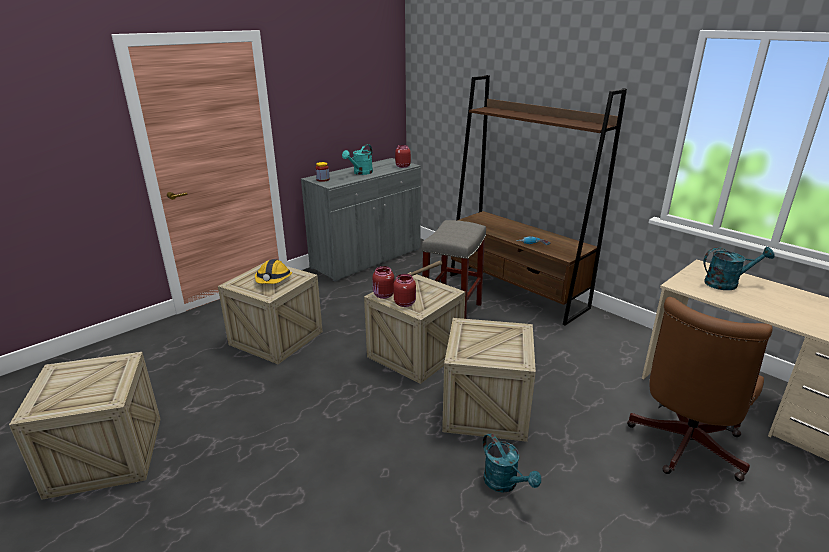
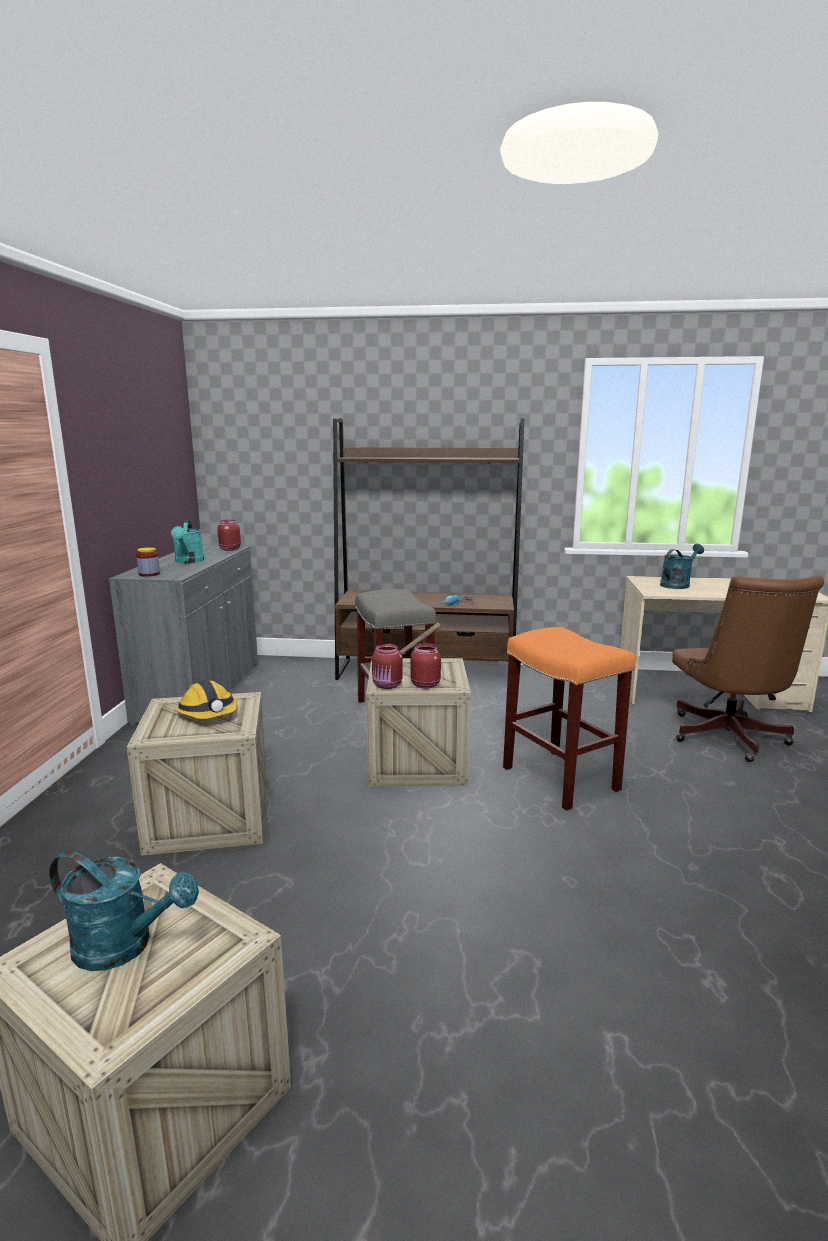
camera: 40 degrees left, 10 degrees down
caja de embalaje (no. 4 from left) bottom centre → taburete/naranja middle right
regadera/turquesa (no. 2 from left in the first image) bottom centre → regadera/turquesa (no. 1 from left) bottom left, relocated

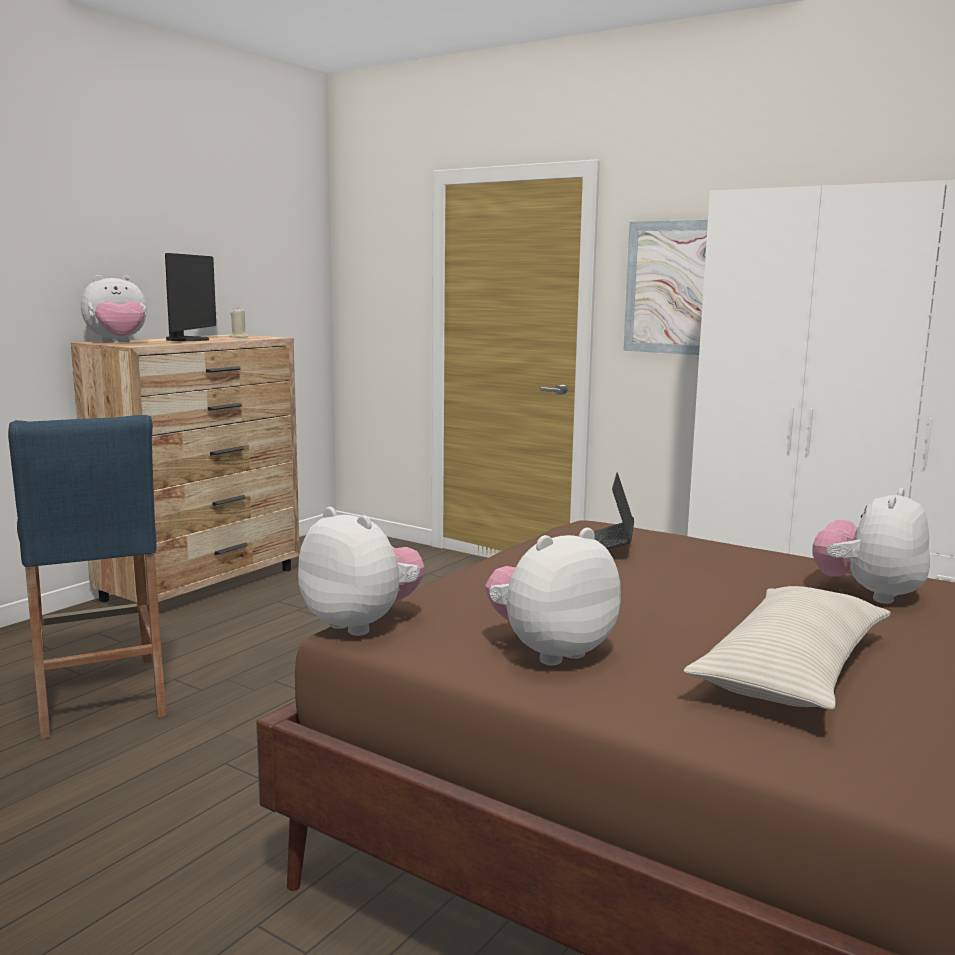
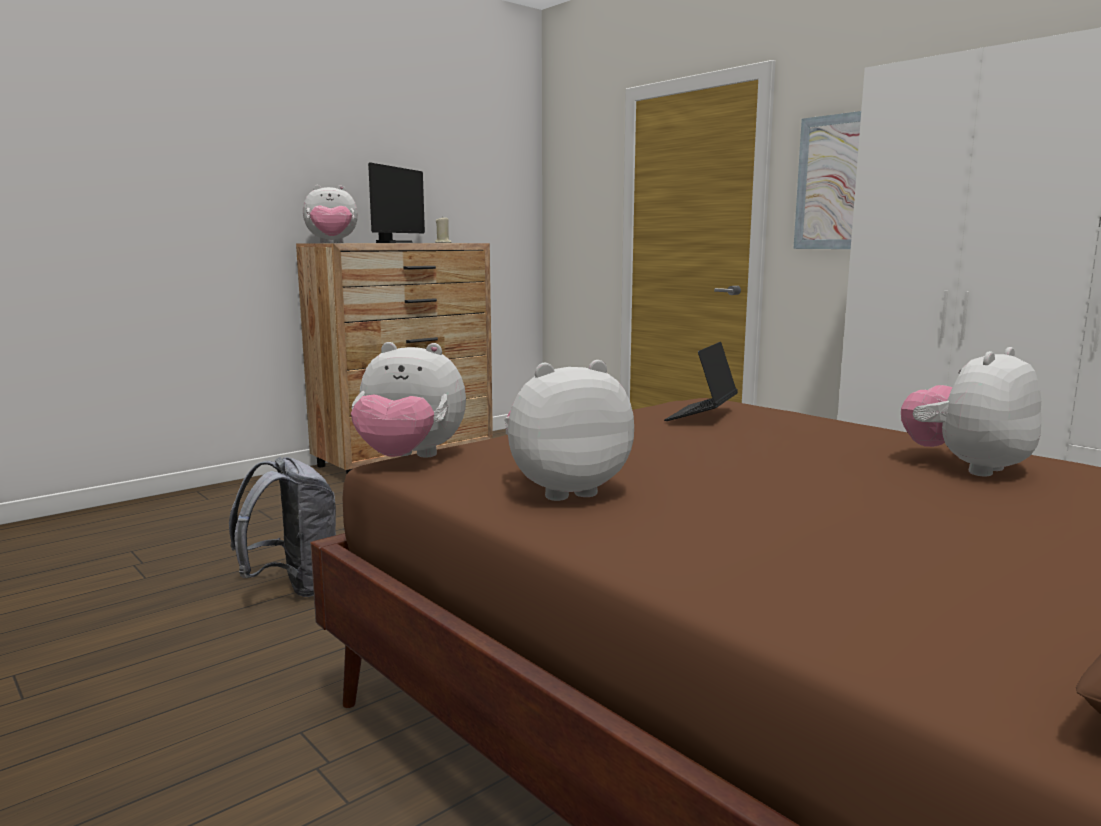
camera: 15 degrees right, 0 degrees up
taburete/azul middle left → -
peluche (no. 2 from left) centre, 135 degrees clockwise
cojín/beis bottom right → -
- → mochila/gris middle left

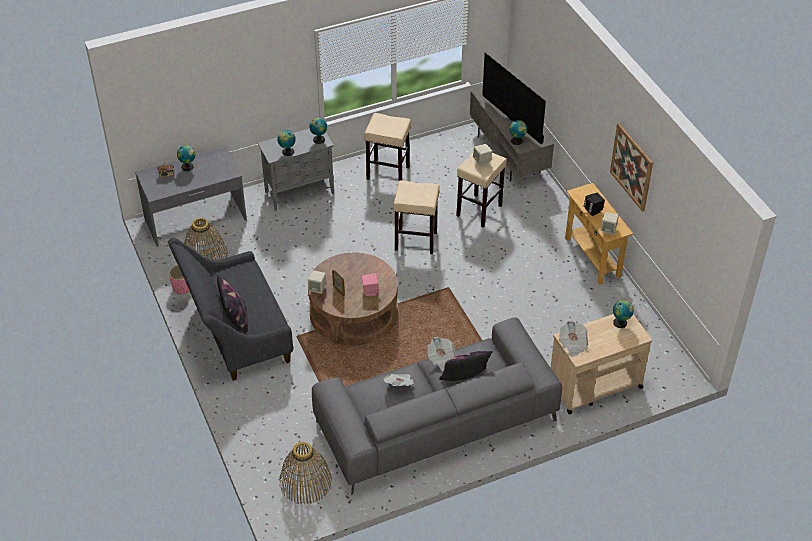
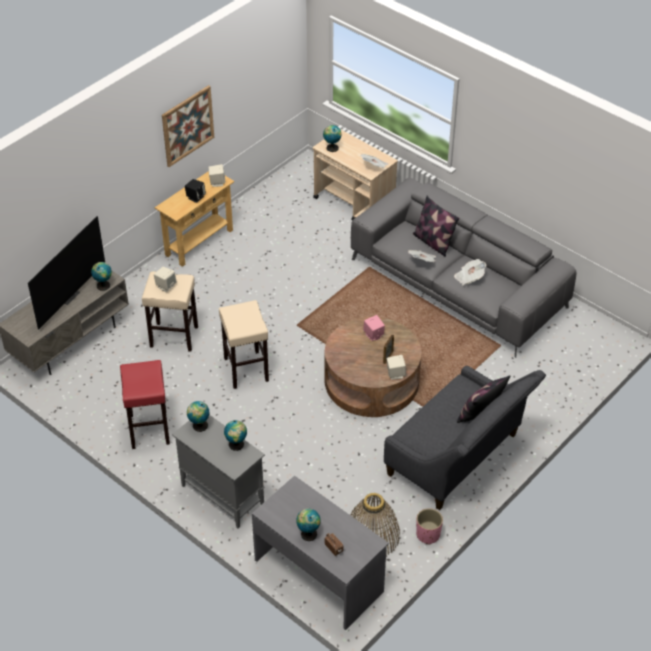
camera: 115 degrees left, 0 degrees up
cesta (no. 2 from left) bottom centre → -
taburete/beis (no. 1 from left) top centre → taburete/rojo middle left

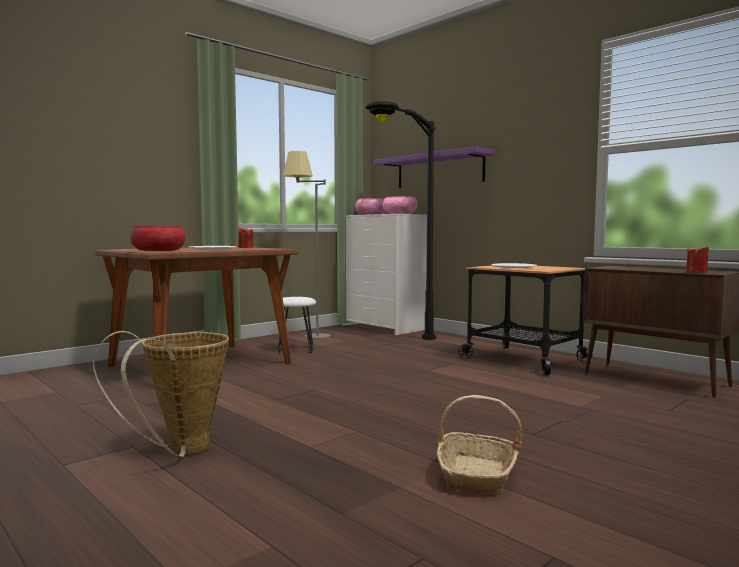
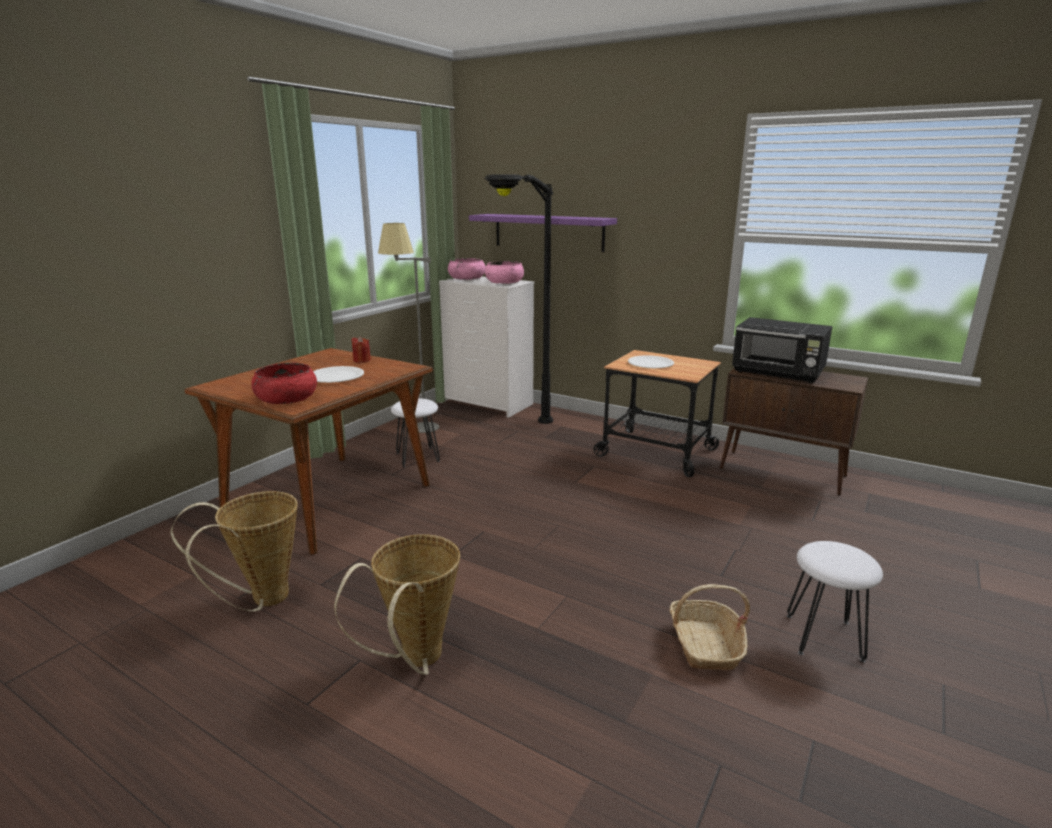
camera: 15 degrees left, 15 degrees up
vela/rojo (no. 2 from left) middle right → -
- → cesta (no. 1 from left) middle left
- → microondas/negro middle right
- → taburete/blanco (no. 2 from left) bottom right

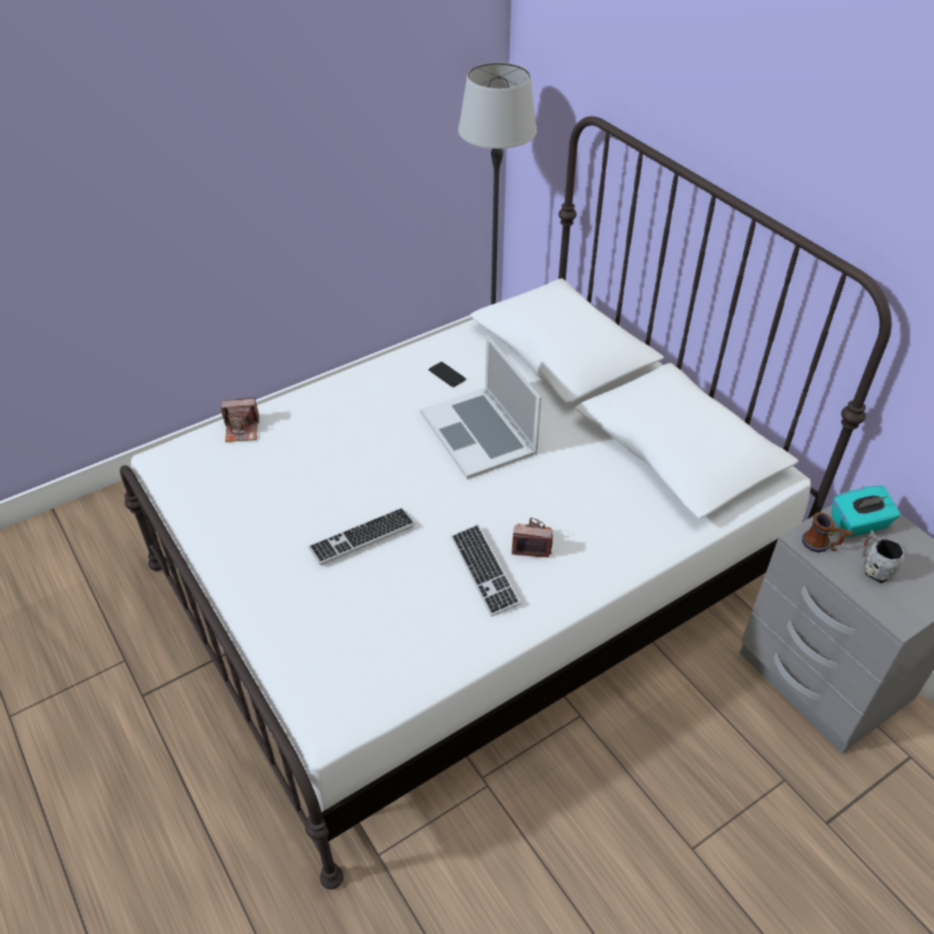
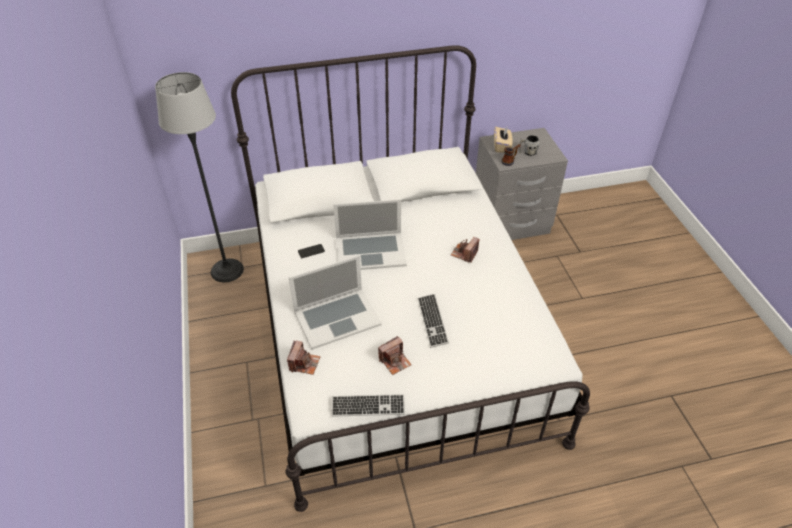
camera: 70 degrees left, 0 degrees up
teclado (no. 2 from left in the first image) centre → teclado (no. 1 from left) bottom centre, relocated
caja de pañuelos/turquesa middle right → caja de pañuelos/beis top centre
- → portátil (no. 1 from left) centre
- → cámara (no. 2 from left) bottom centre

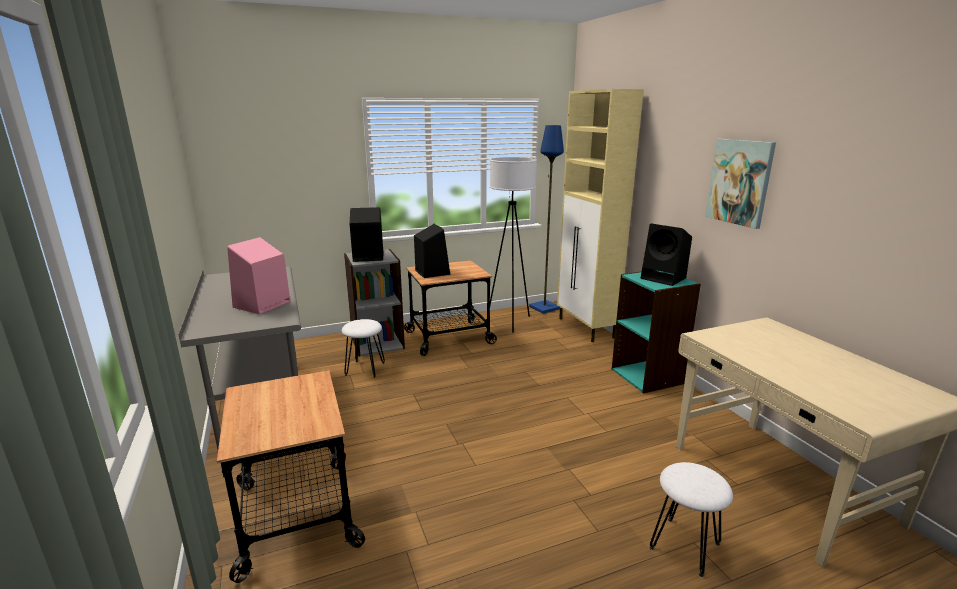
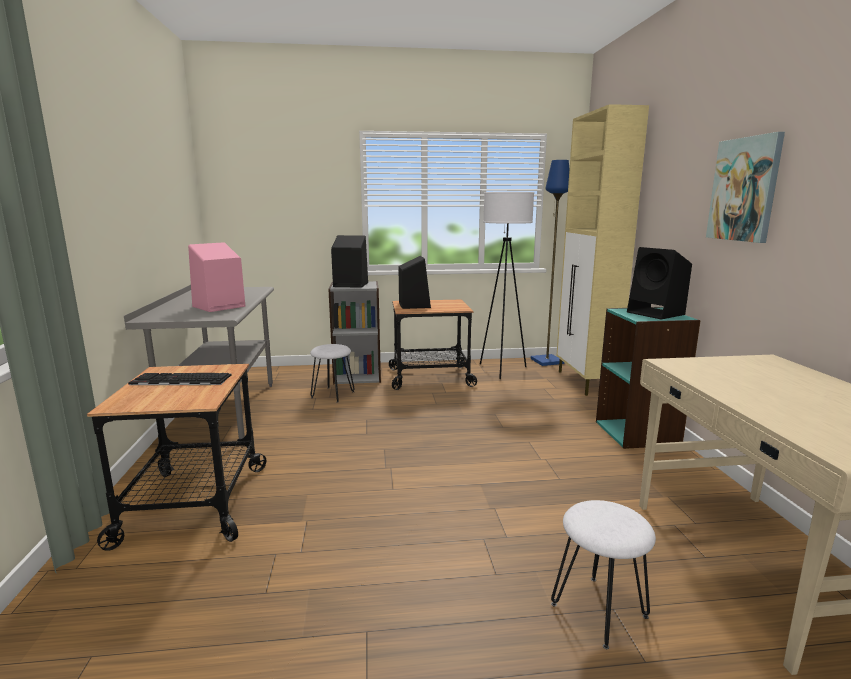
camera: 15 degrees right, 5 degrees down
- → teclado middle left

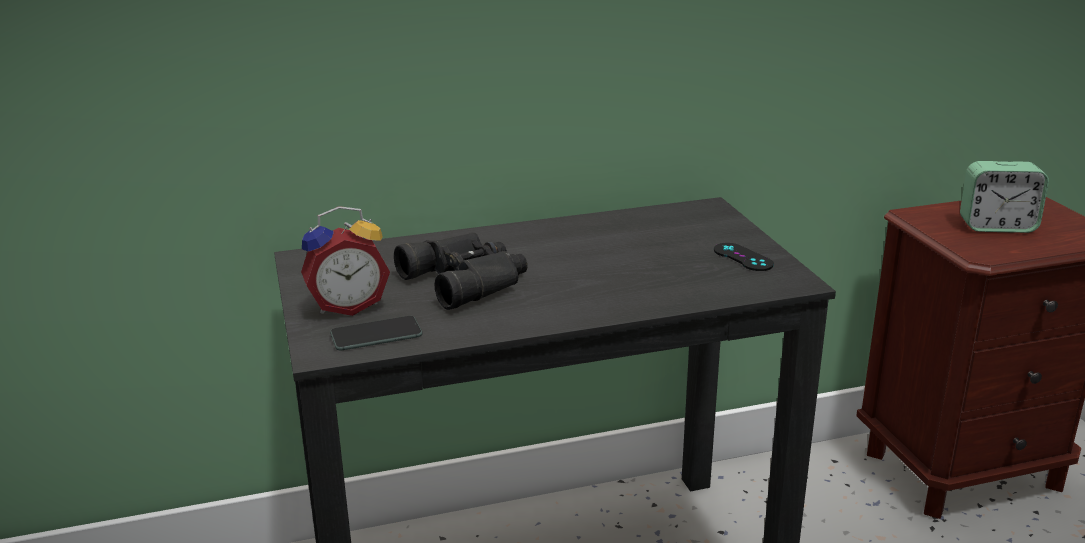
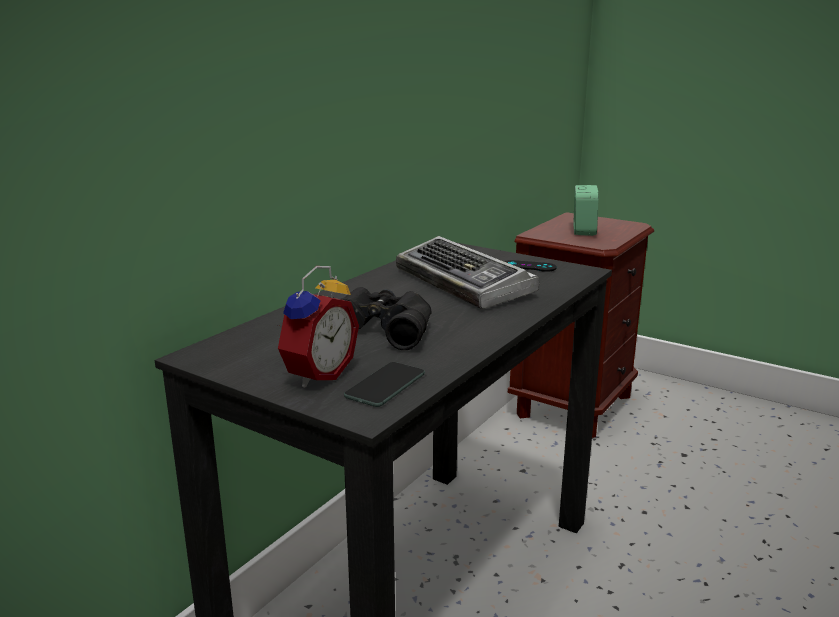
camera: 40 degrees left, 5 degrees down
despertador (no. 2 from left) middle right, 45 degrees counterclockwise
- → teclado centre

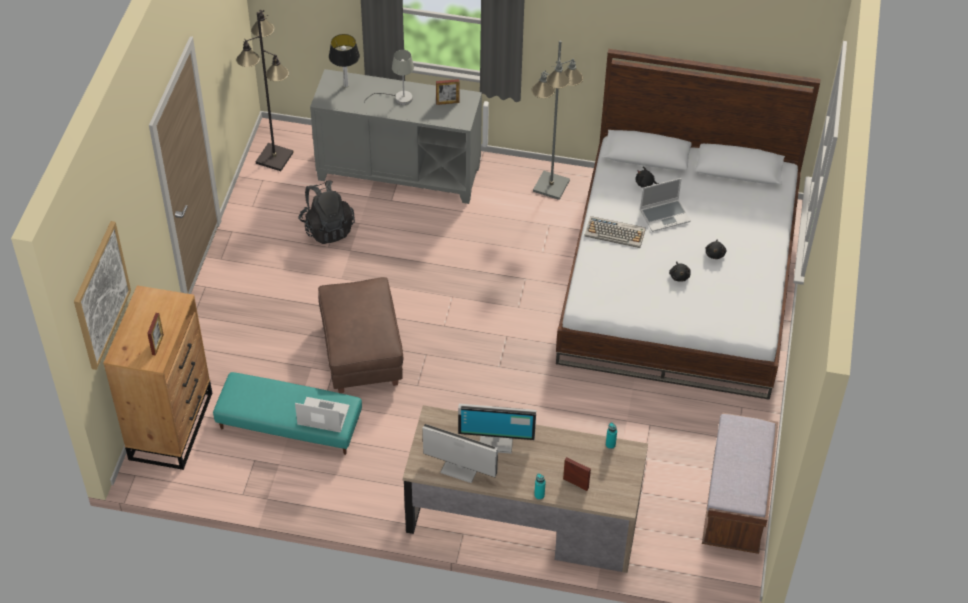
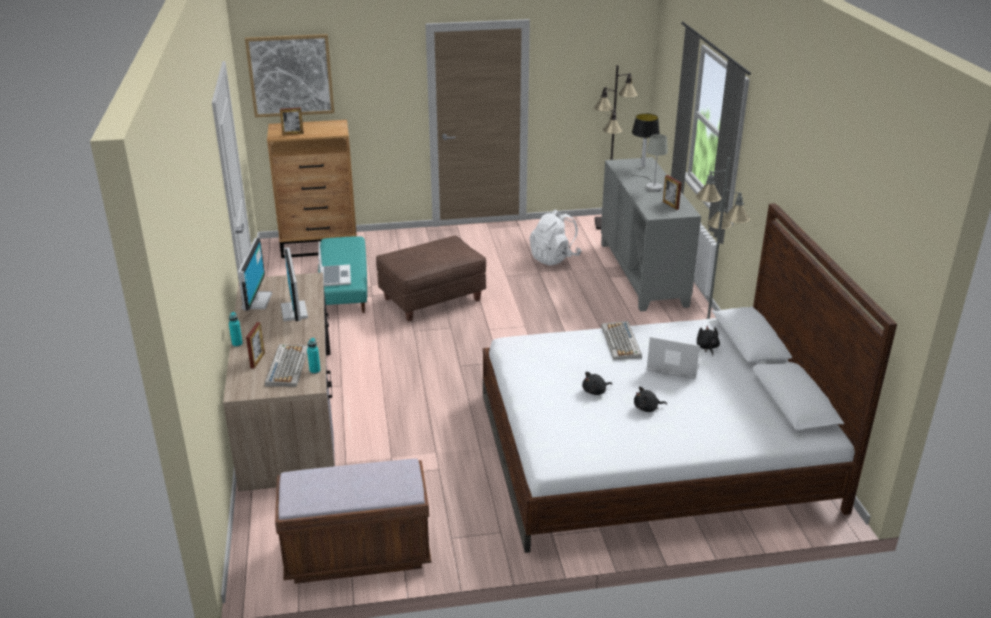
camera: 70 degrees right, 20 degrees down
mochila/negro centre → mochila/blanco centre
portátil (no. 2 from left) middle right, 150 degrees clockwise
- → teclado (no. 1 from left) middle left

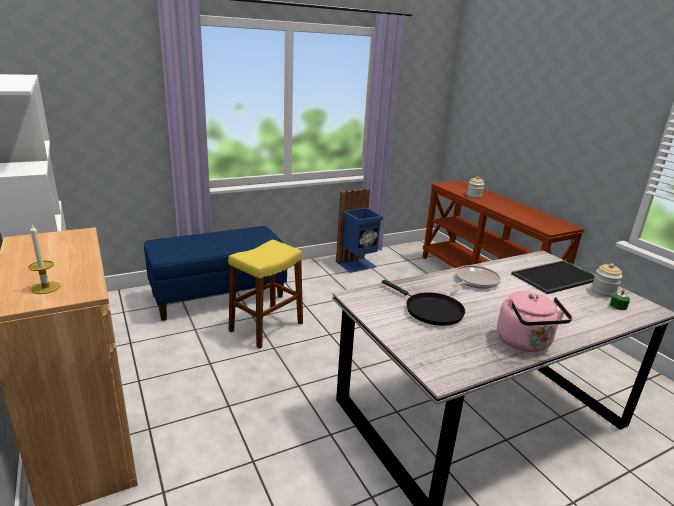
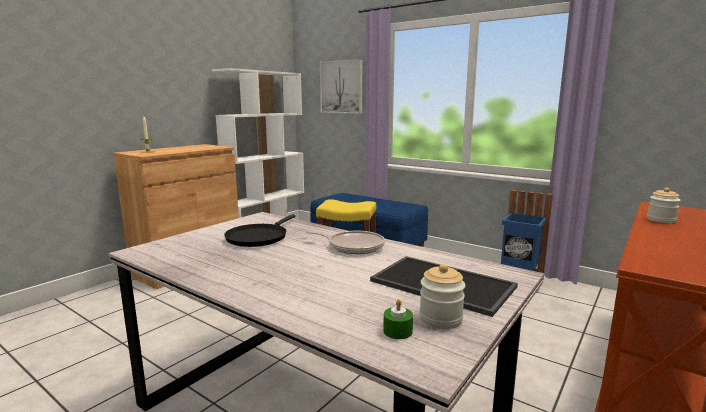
camera: 65 degrees right, 10 degrees down
hervidor/rosa middle right → -
- → cuadro top centre

